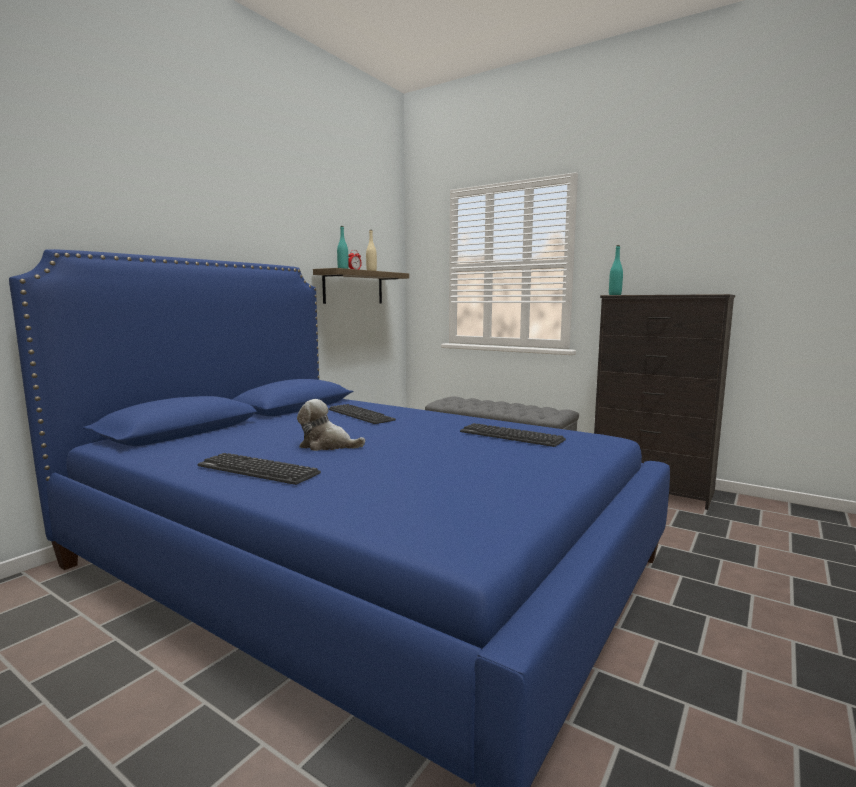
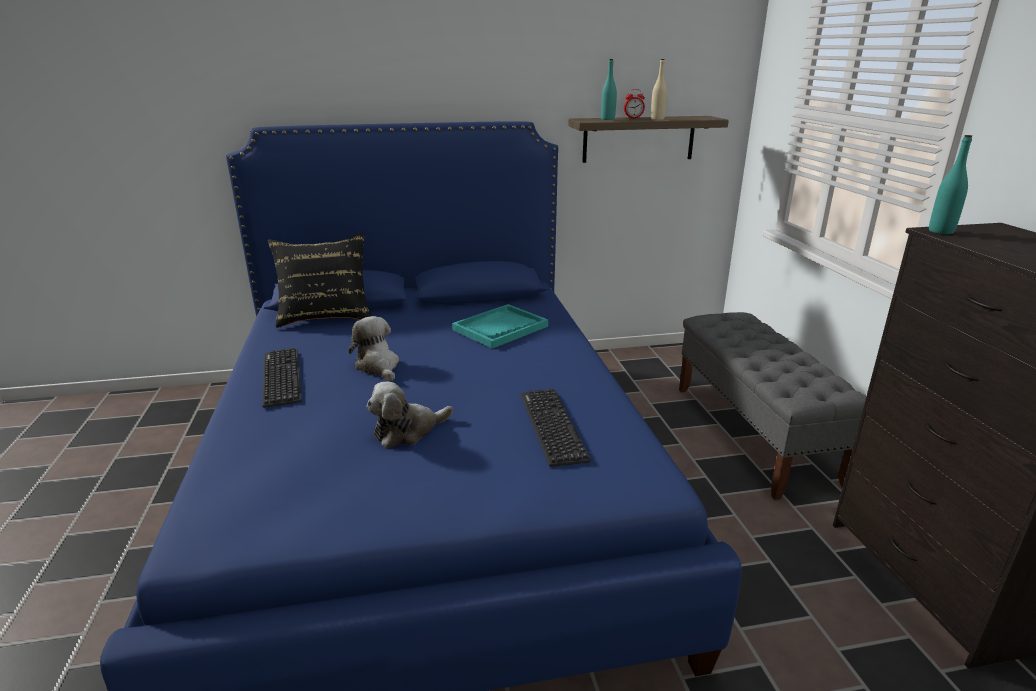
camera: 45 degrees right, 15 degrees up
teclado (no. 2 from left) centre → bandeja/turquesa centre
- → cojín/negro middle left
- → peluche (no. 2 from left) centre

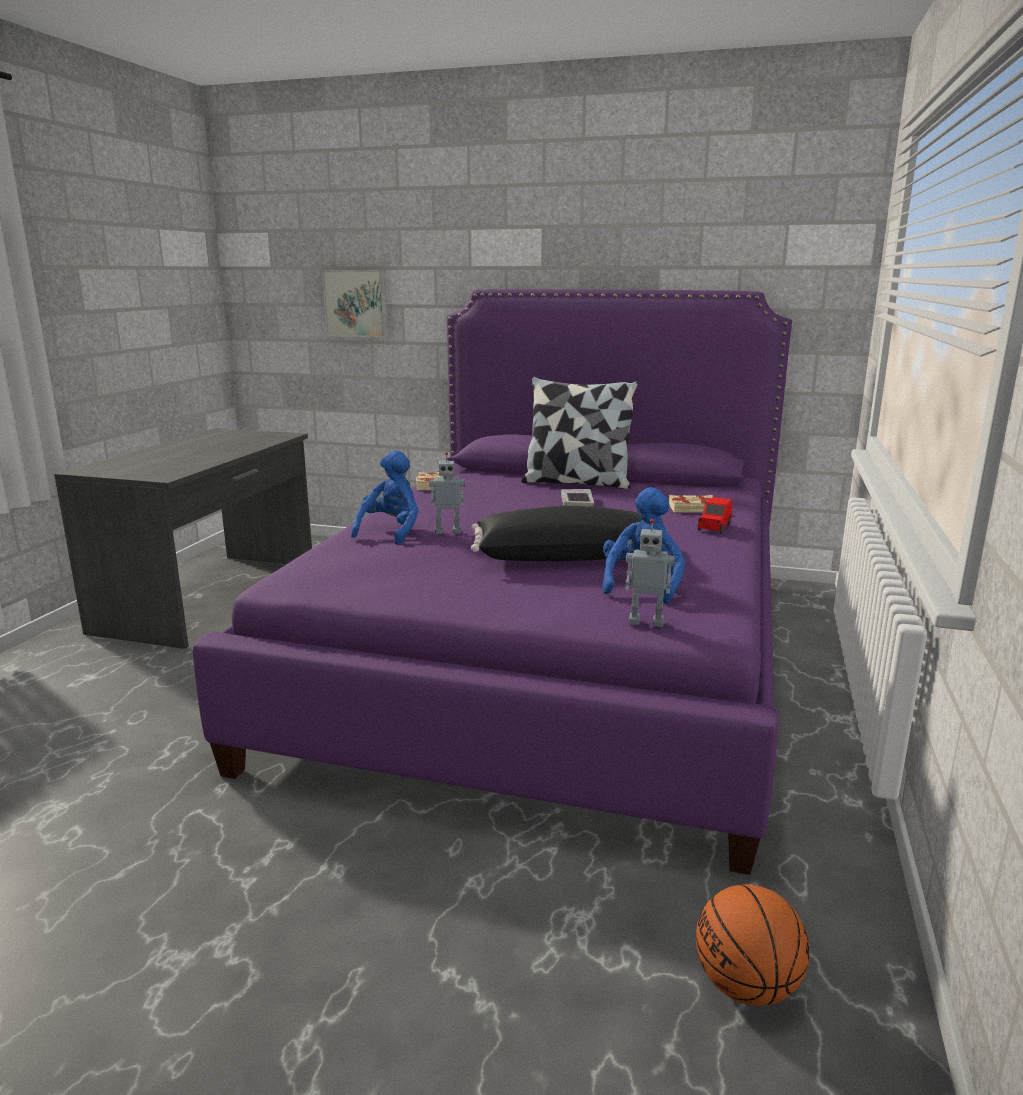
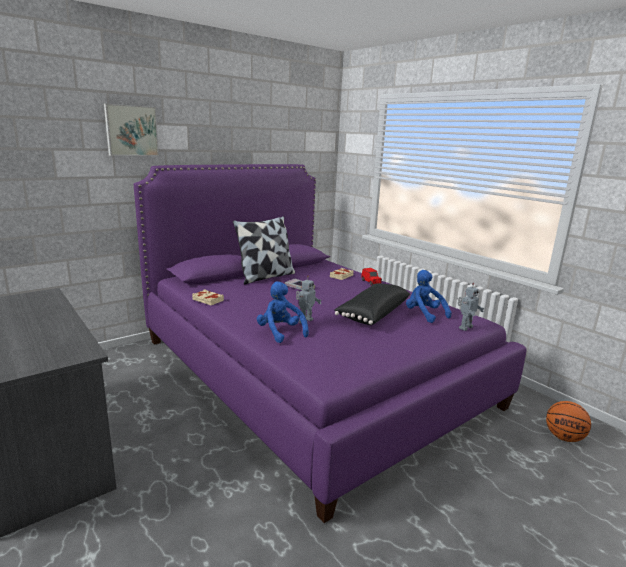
camera: 55 degrees left, 0 degrees up
cuadro top centre → cuadro top left, relocated

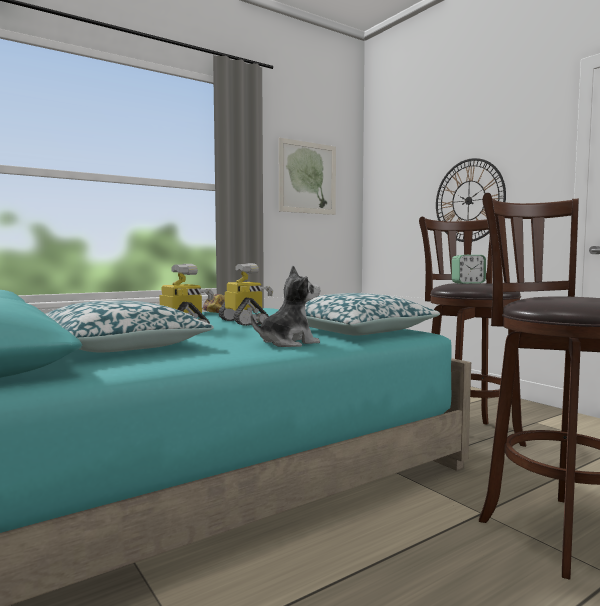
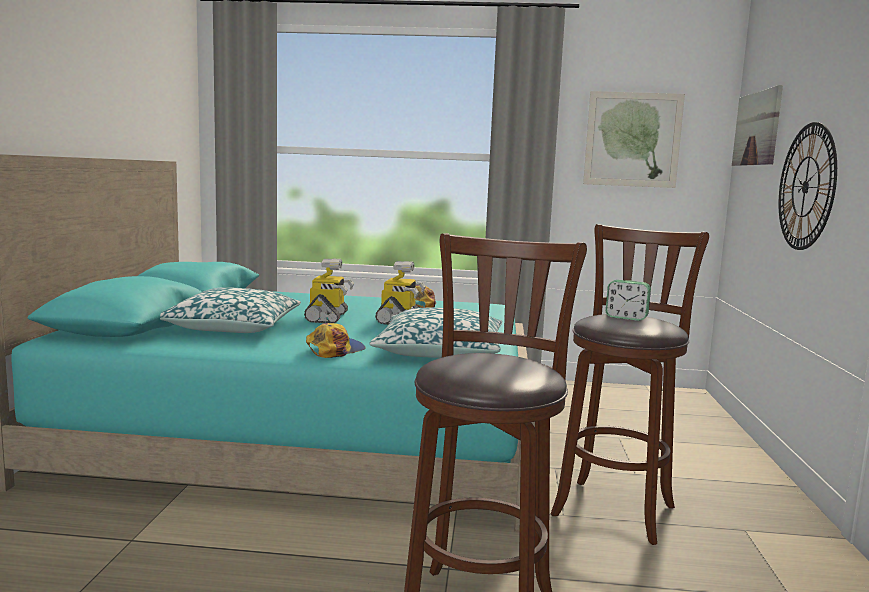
camera: 40 degrees right, 5 degrees up
peluche centre → gorra (no. 1 from left) centre
- → cuadro (no. 2 from left) top right

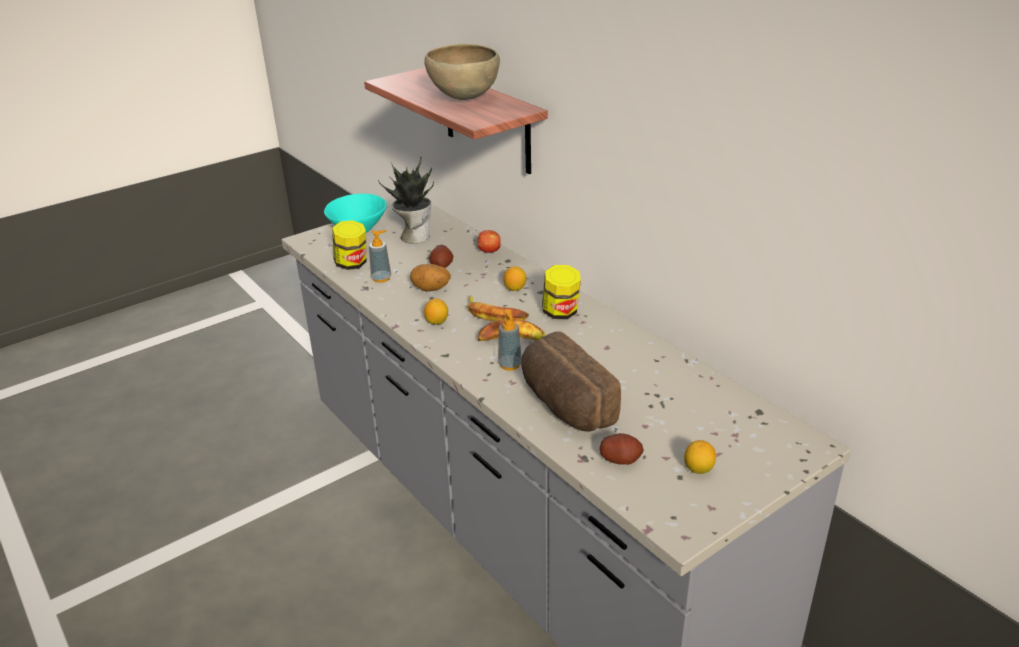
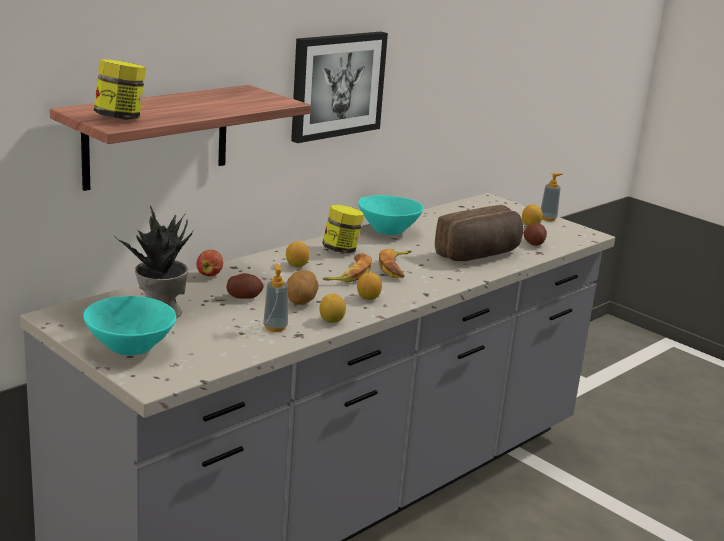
camera: 100 degrees left, 10 degrees down
tarro (no. 1 from left) centre → tarro (no. 1 from left) top left, relocated
cuenco/marrón top centre → -
dispensador de jabón (no. 2 from left) centre → dispensador de jabón (no. 2 from left) middle right, relocated
- → cuadro top centre
- → limón (no. 2 from left) centre
- → cuenco/turquesa (no. 2 from left) centre

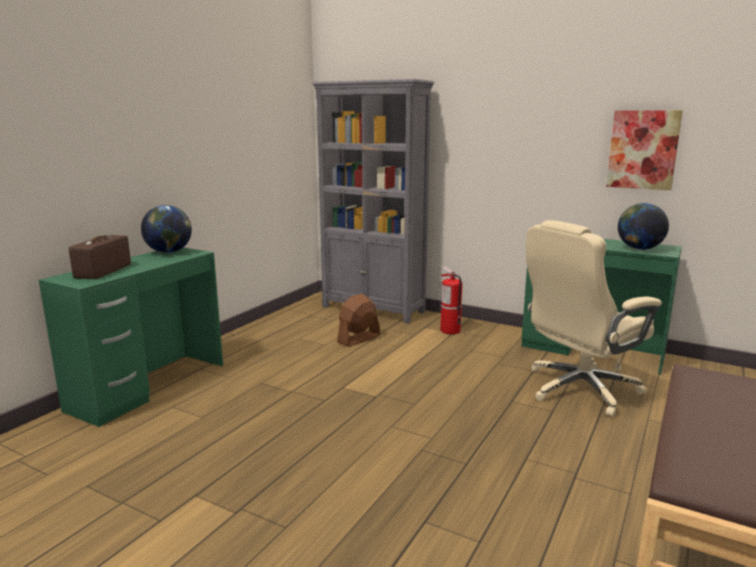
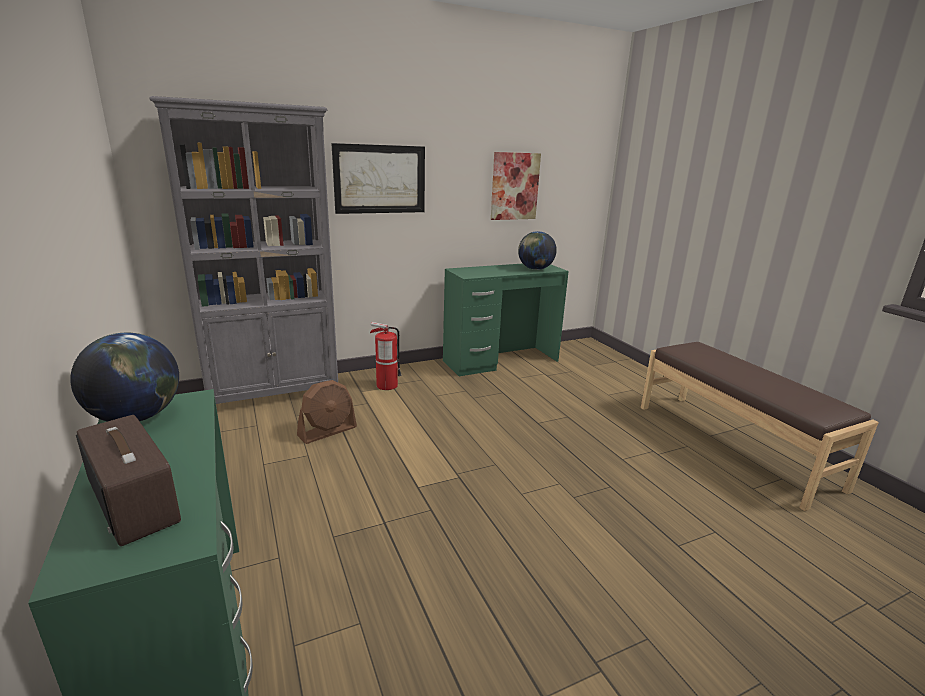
camera: 55 degrees left, 5 degrees up
ventilador/marrón centre, 120 degrees counterclockwise
silla de oficina/beis middle right → -
- → cuadro (no. 1 from left) top centre

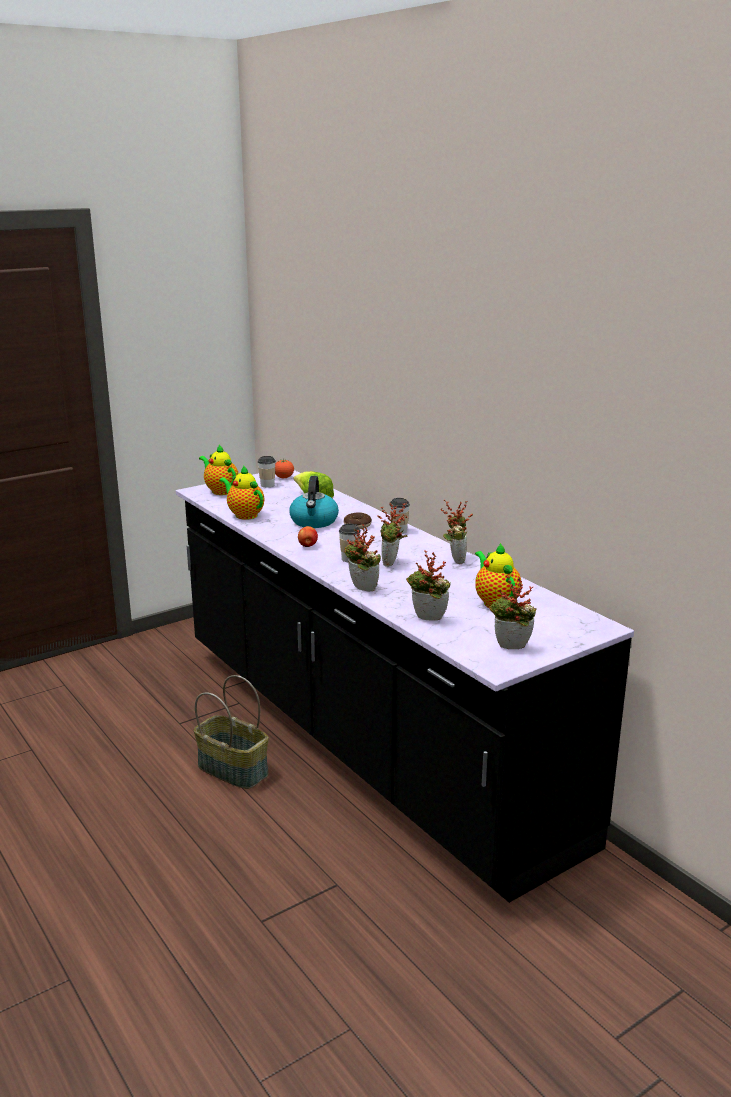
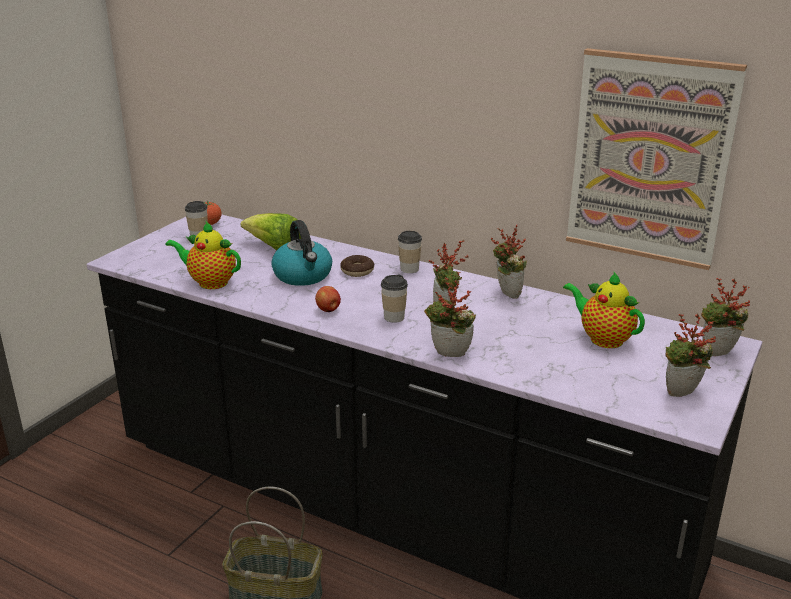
camera: 25 degrees left, 5 degrees up
tetera (no. 1 from left) middle left → -
planta en maceta (no. 3 from left in the first image) centre → planta en maceta (no. 5 from left) middle right, relocated
- → cuadro top right

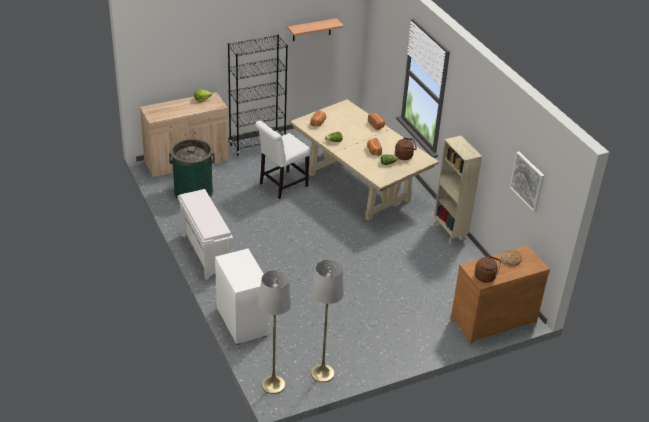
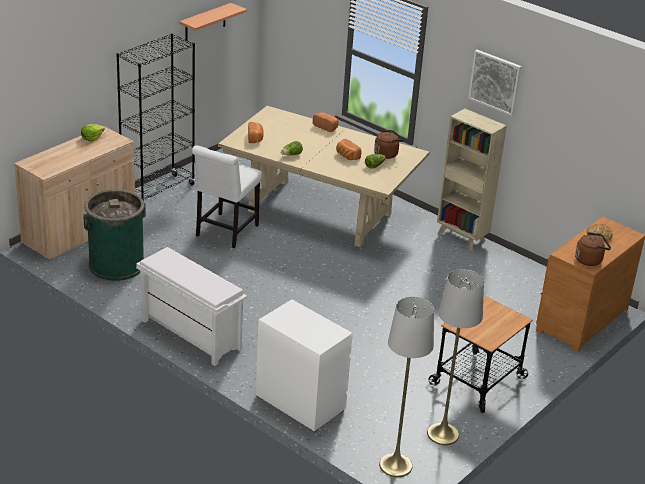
camera: 25 degrees left, 5 degrees down
cuadro middle right → cuadro top right, relocated
- → carrito bottom right

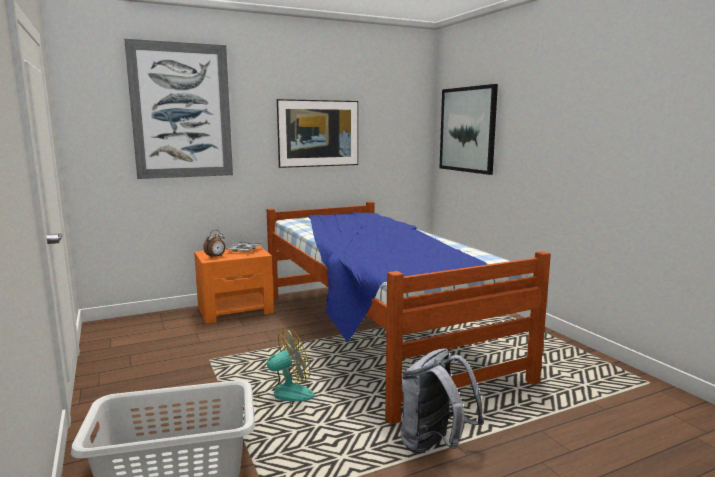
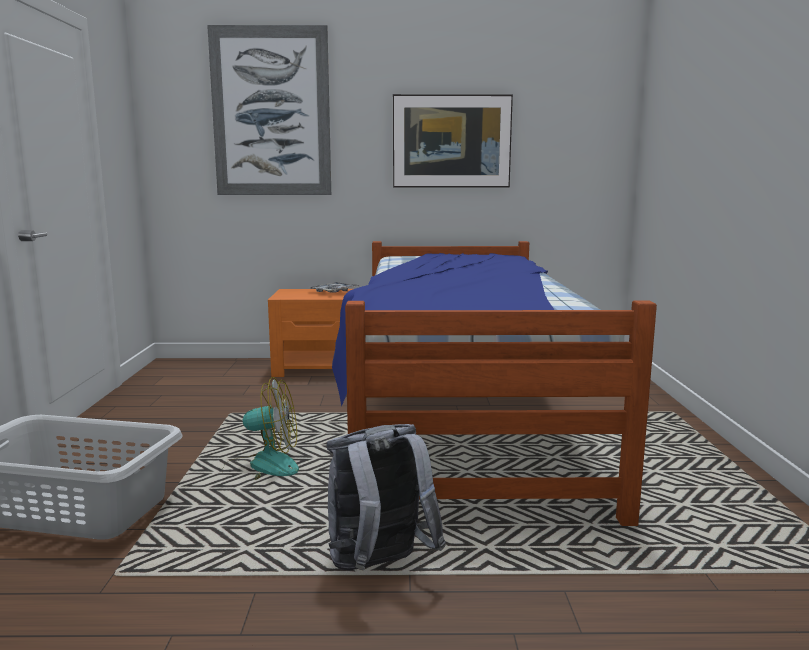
camera: 25 degrees right, 0 degrees up
despertador middle left → -
cuadro (no. 3 from left) top centre → -

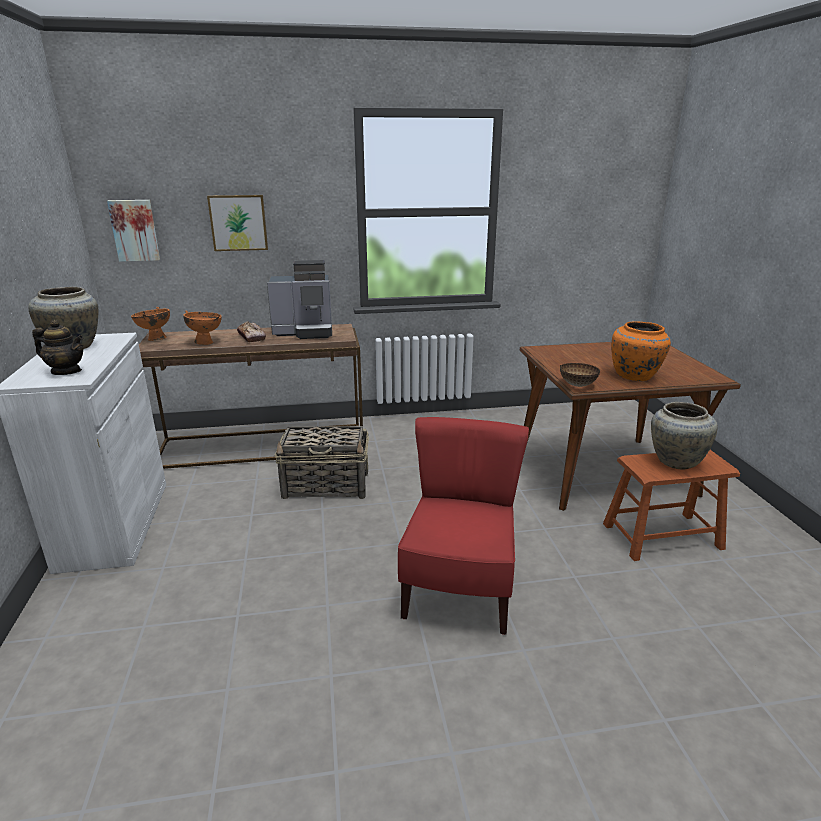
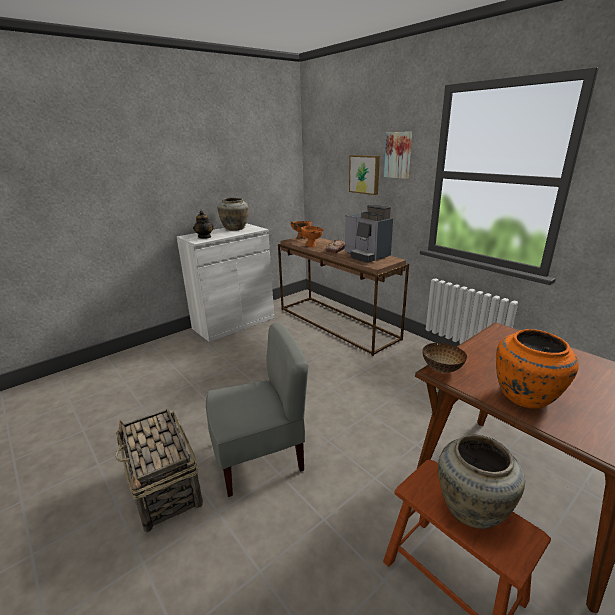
camera: 60 degrees right, 0 degrees up
cuadro (no. 1 from left in the first image) top left → cuadro (no. 2 from left) top centre, relocated
cesta centre → cesta bottom left, relocated
silla/rojo centre → silla/gris bottom centre

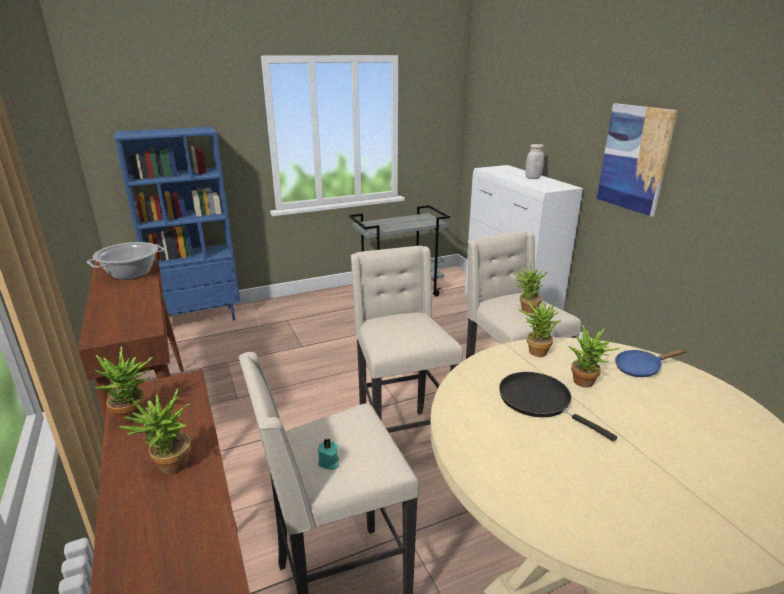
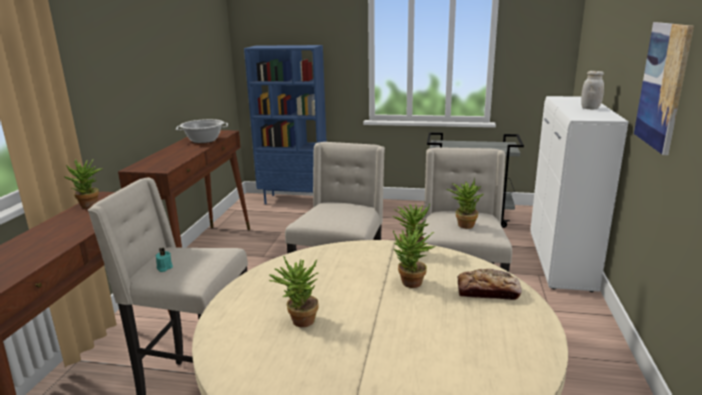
camera: 35 degrees right, 5 degrees down
planta en maceta (no. 2 from left) bottom left → planta en maceta (no. 2 from left) bottom centre, relocated
sartén/negro bottom right → -
sartén/azul middle right → pan bottom right

